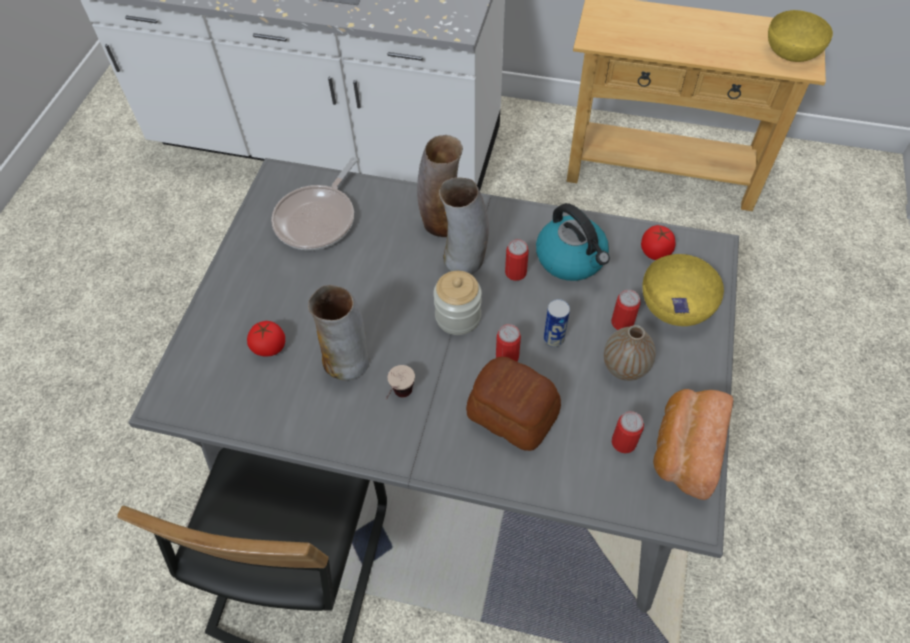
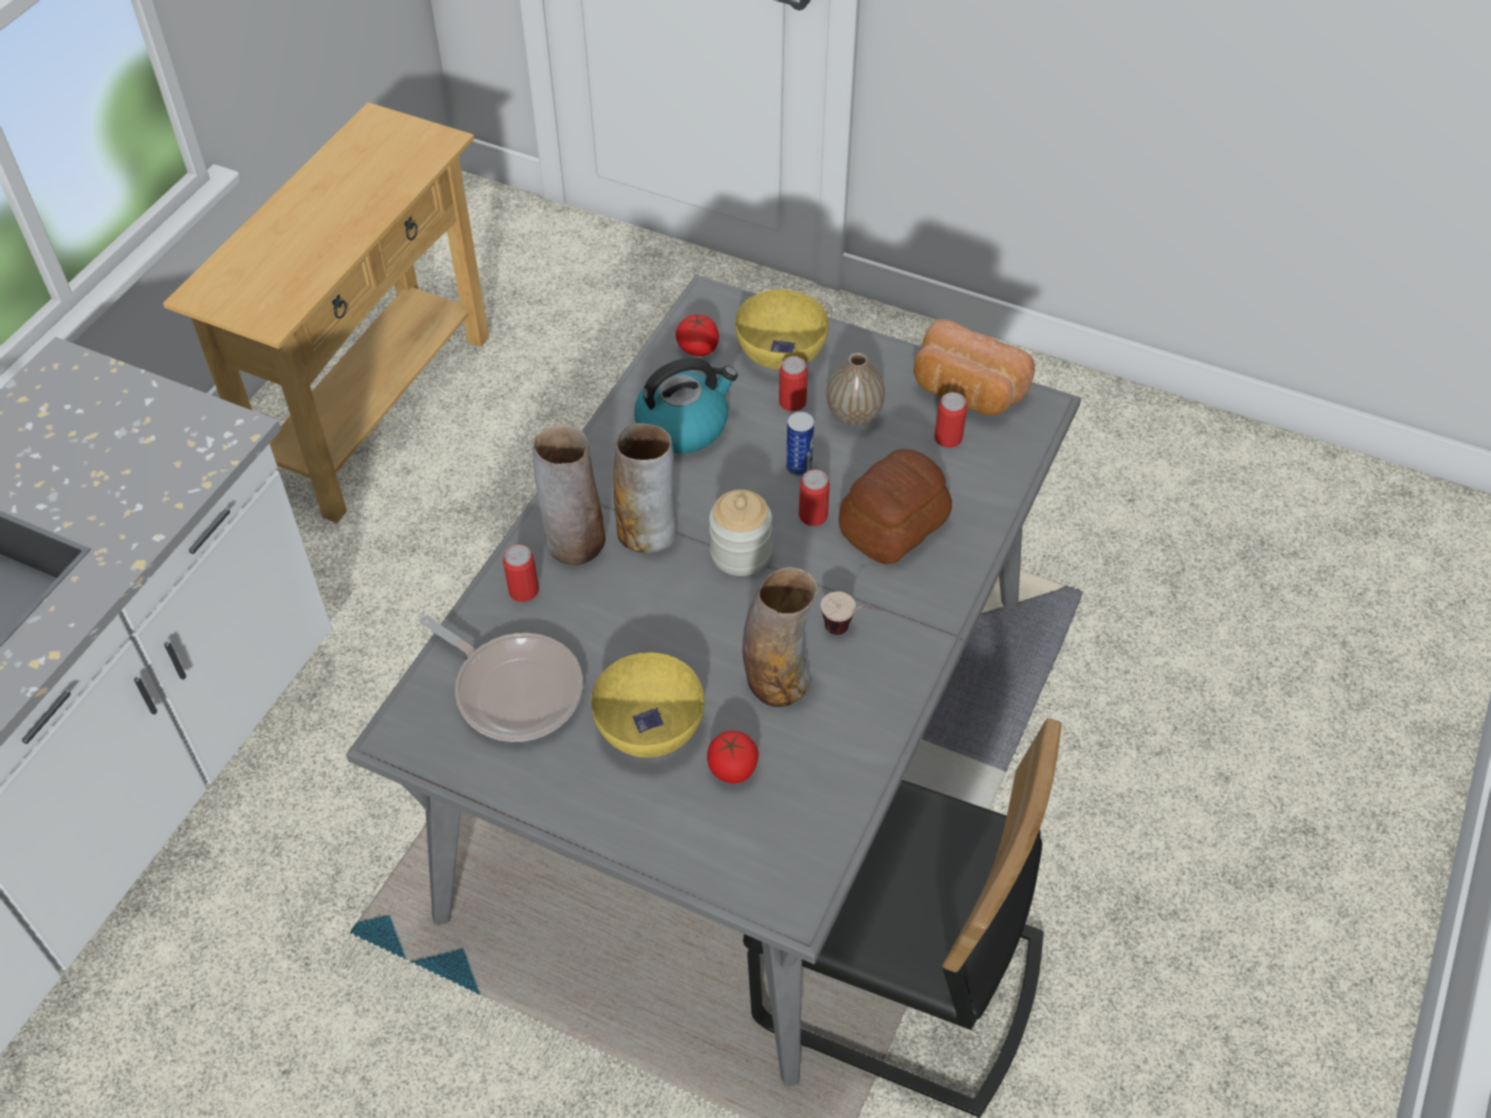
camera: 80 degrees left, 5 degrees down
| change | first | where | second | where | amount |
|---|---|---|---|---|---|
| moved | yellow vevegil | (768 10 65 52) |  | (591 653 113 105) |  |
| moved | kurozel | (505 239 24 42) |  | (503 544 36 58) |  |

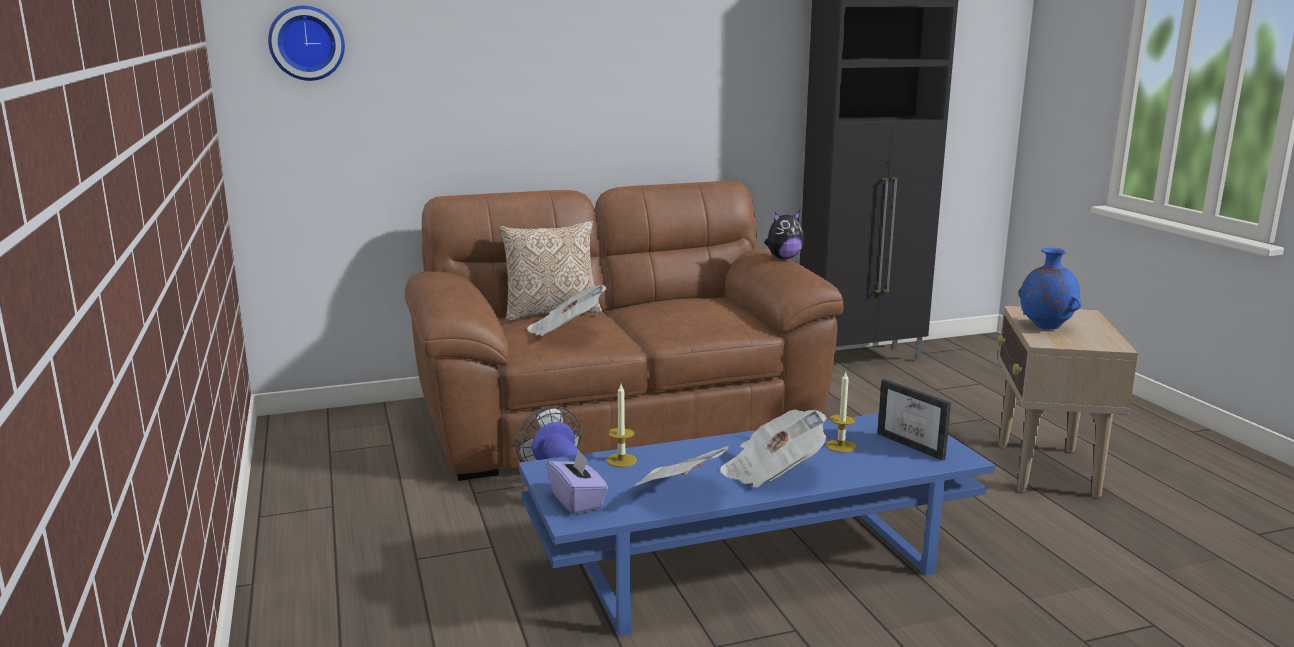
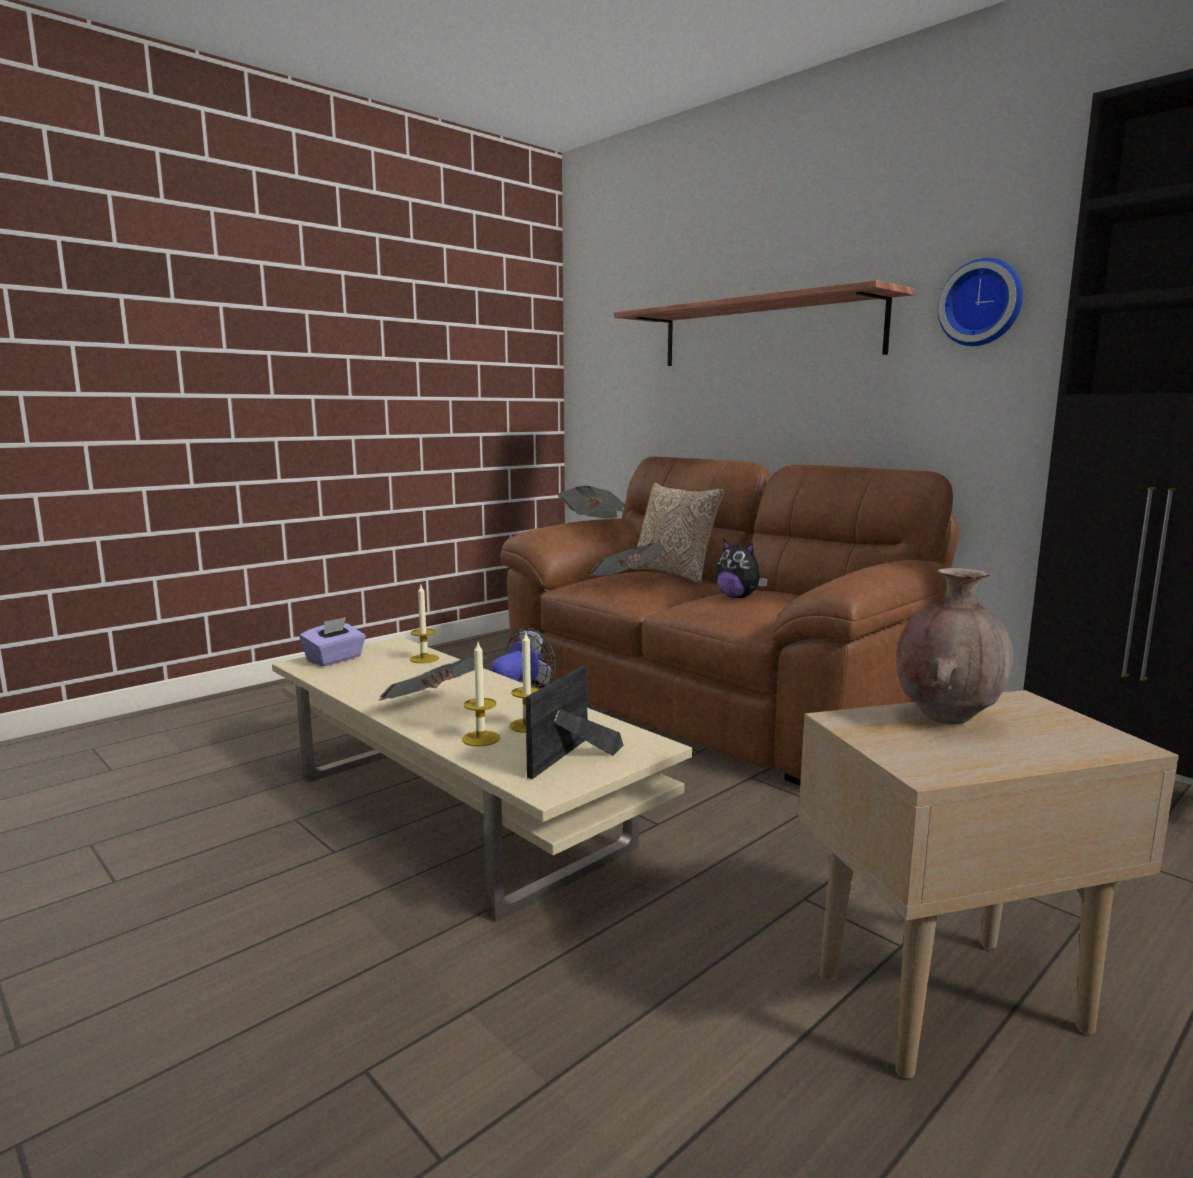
camera: 65 degrees right, 5 degrees down
| change | first | where | second | where | amount |
|---|---|---|---|---|---|
| moved | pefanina | (268 6 77 75) |  | (938 258 85 88) |  |
| moved | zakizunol | (764 211 40 48) |  | (716 539 52 59) |  |
| recoloured | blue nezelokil | (1018 248 64 81) | brown nezelokil | (896 568 117 157) |  |
| recoloured | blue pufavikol | (519 413 476 223) | beige pufavikol | (272 637 420 285) |  |
| moved | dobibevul | (631 444 102 43) |  | (558 486 67 32) |  |
| added |  |  | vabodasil | (614 280 300 86) |  |
| added |  |  | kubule | (462 642 38 105) |  |

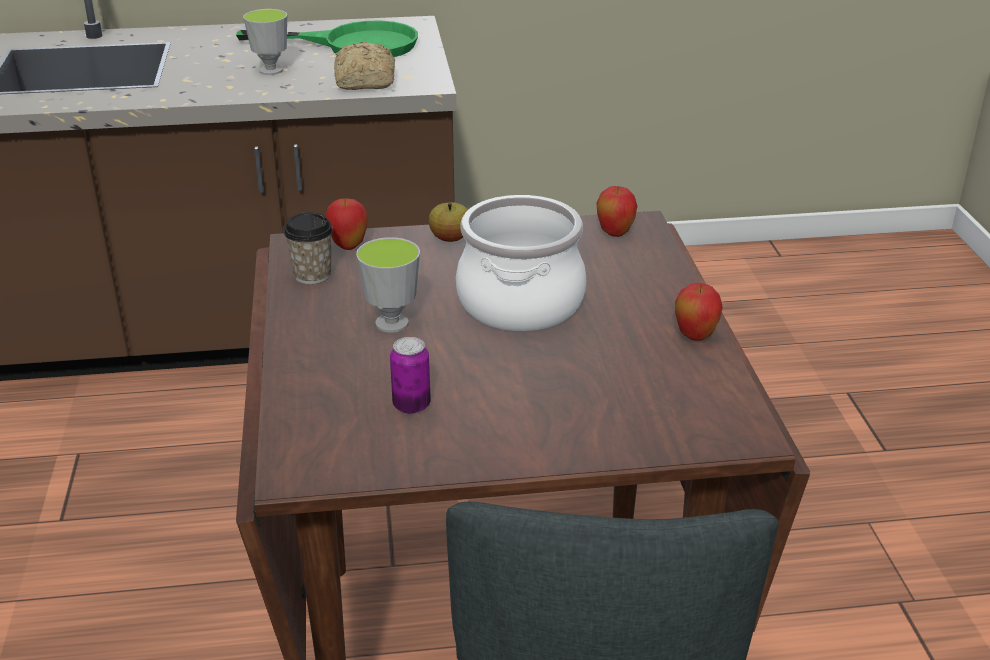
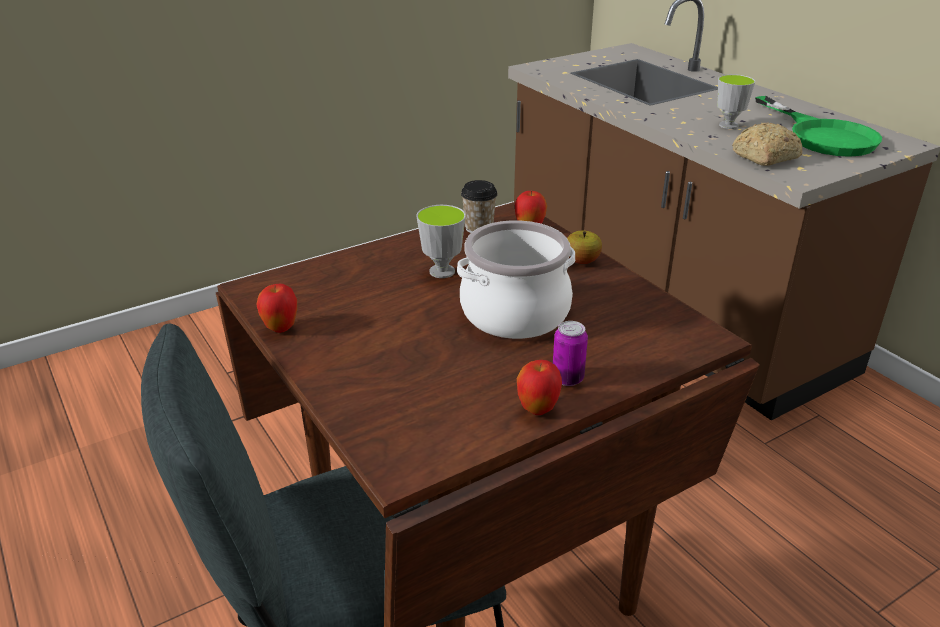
camera: 65 degrees right, 0 degrees up
| change | first | where | second | where | amount |
|---|---|---|---|---|---|
| moved | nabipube | (596 186 41 51) |  | (256 284 41 49) |  |
| moved | kurozel | (390 337 41 77) |  | (553 321 35 65) |  |

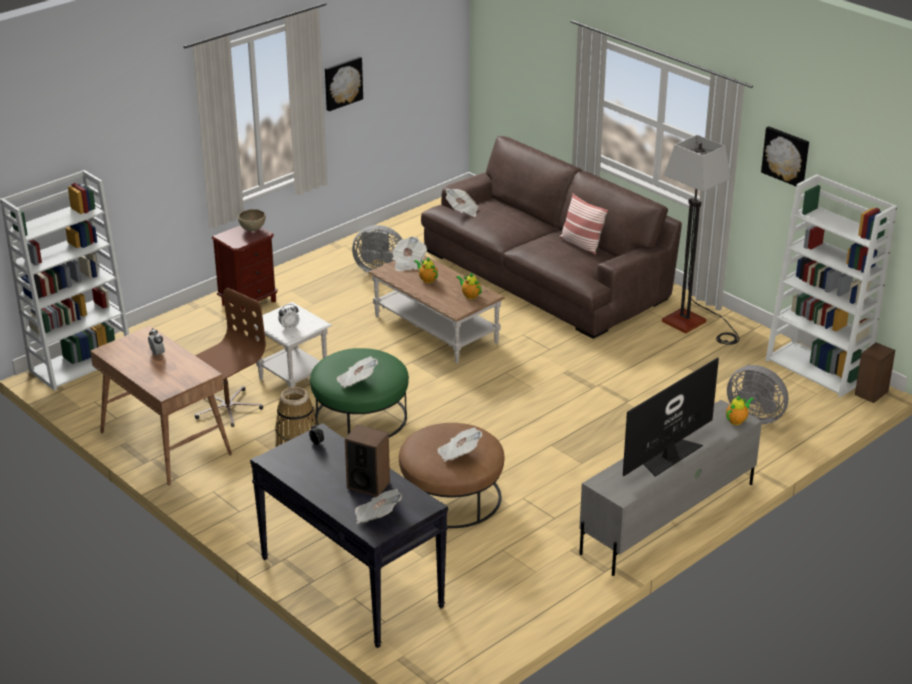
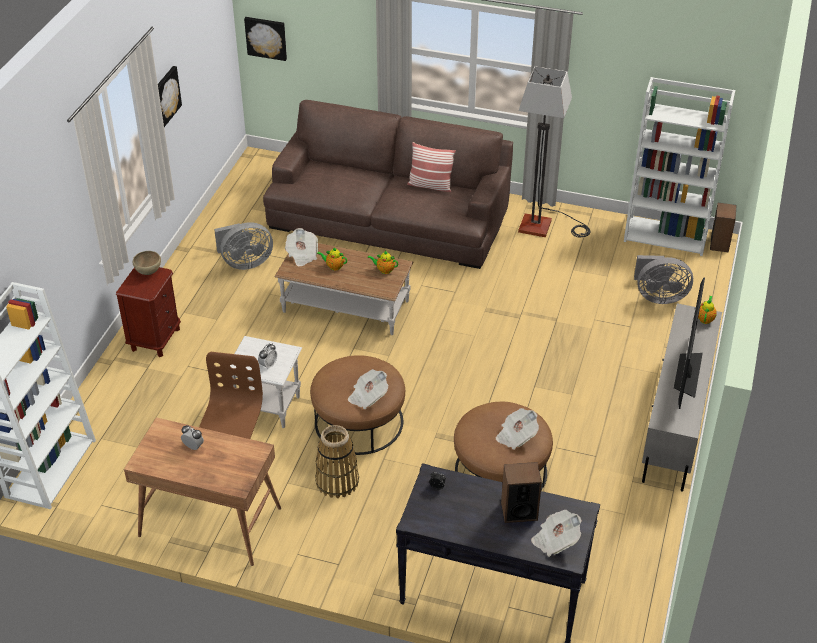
camera: 30 degrees left, 10 degrees up
| change | first | where | second | where | amount |
|---|---|---|---|---|---|
| moved | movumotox | (761 126 48 60) |  | (244 17 43 44) |  |
| removed | dobibevul | (446 189 33 28) |  |  |  |
| recoloured | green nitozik | (310 348 99 90) | brown nitozik | (310 355 95 100) |  |

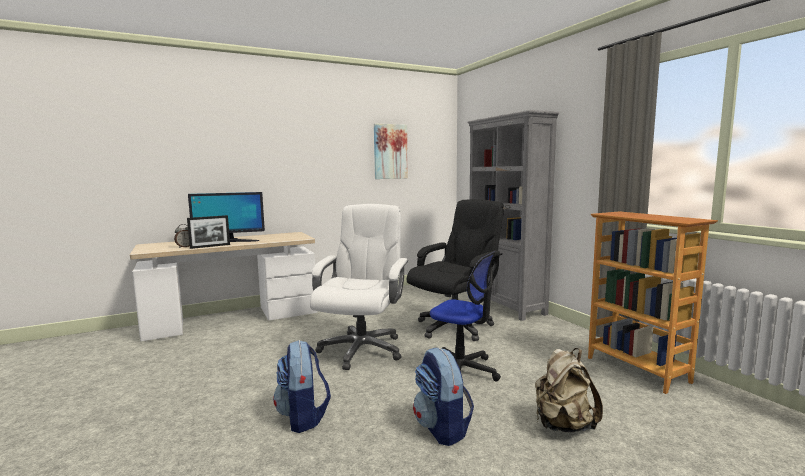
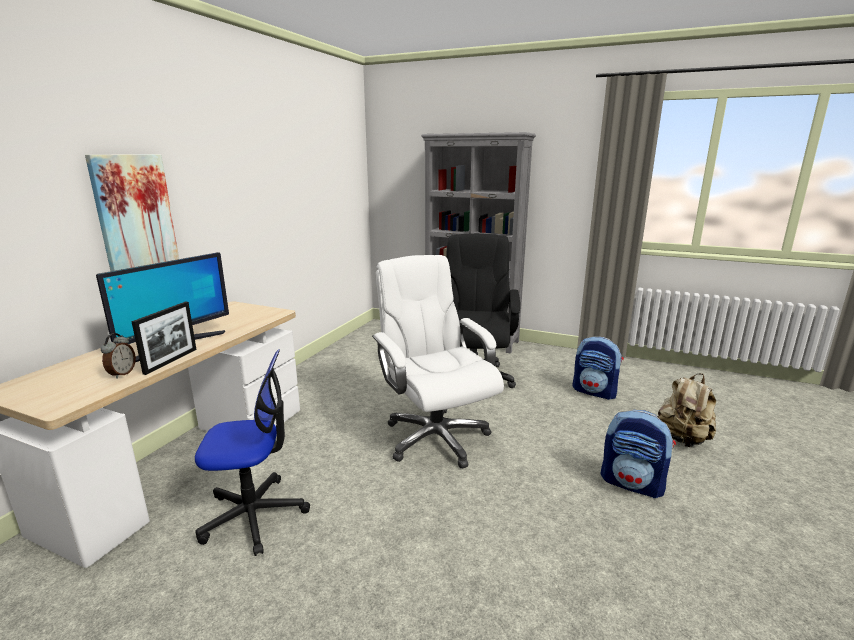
camera: 40 degrees left, 10 degrees up
| change | first | where | second | where | amount |
|---|---|---|---|---|---|
| moved | movumotox | (374 124 34 55) |  | (85 154 94 117) |  |
| removed | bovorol | (588 211 130 183) |  |  |  |
| moved | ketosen | (430 251 71 130) |  | (195 349 115 207) |  |
| moved | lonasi | (273 340 58 93) |  | (572 337 52 63) |  |

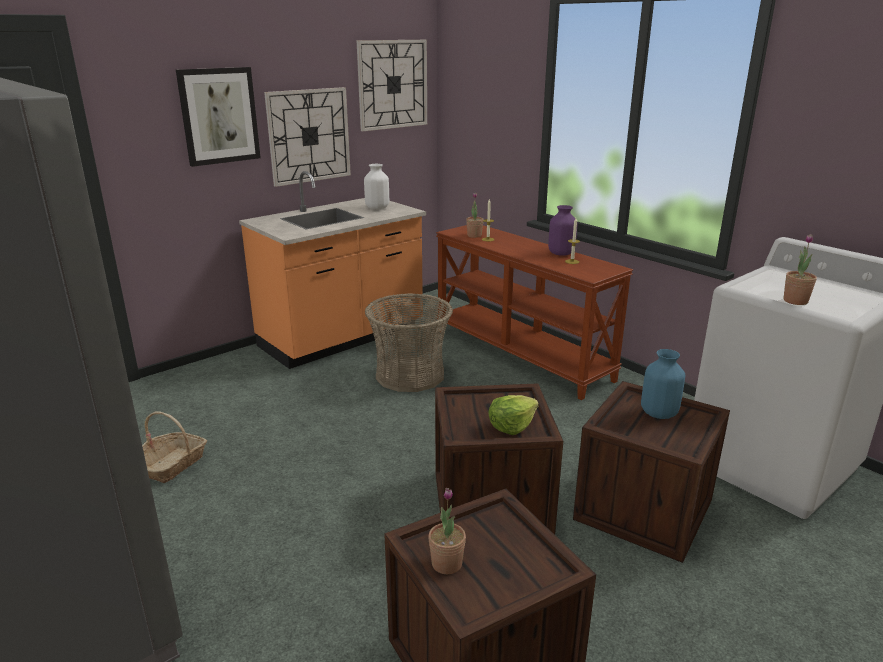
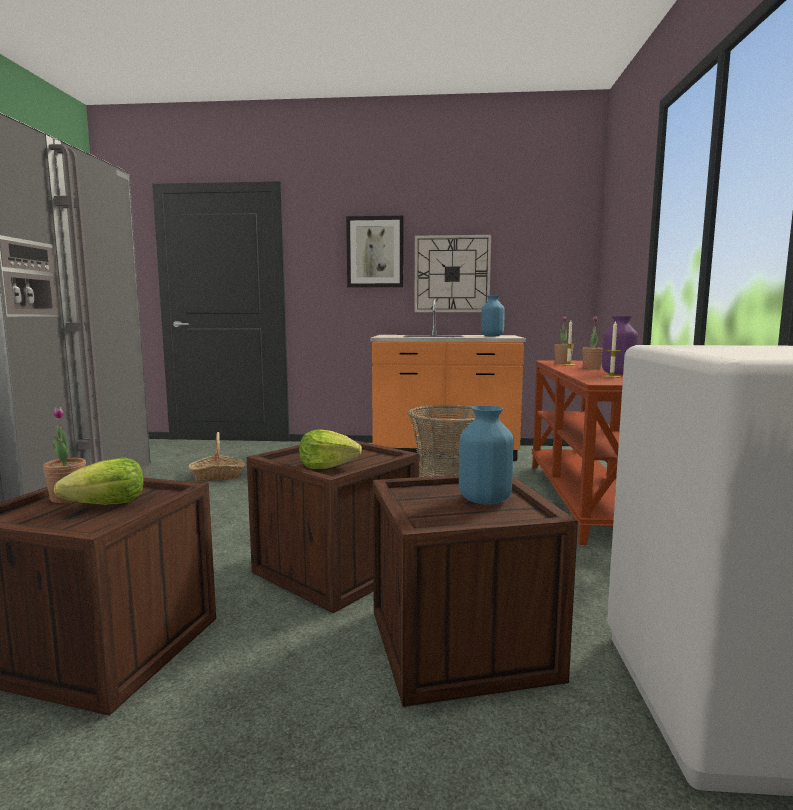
camera: 45 degrees right, 15 degrees down
| change | first | where | second | where | amount |
|---|---|---|---|---|---|
| removed | pefanina | (356 40 71 91) |  |  |  |
| recoloured | white nezelokil | (364 164 25 45) | blue nezelokil | (481 295 24 41) |  |
| moved | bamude | (783 234 34 71) |  | (582 316 20 53) |  |
| added |  |  | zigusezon | (54 458 90 47) |  |

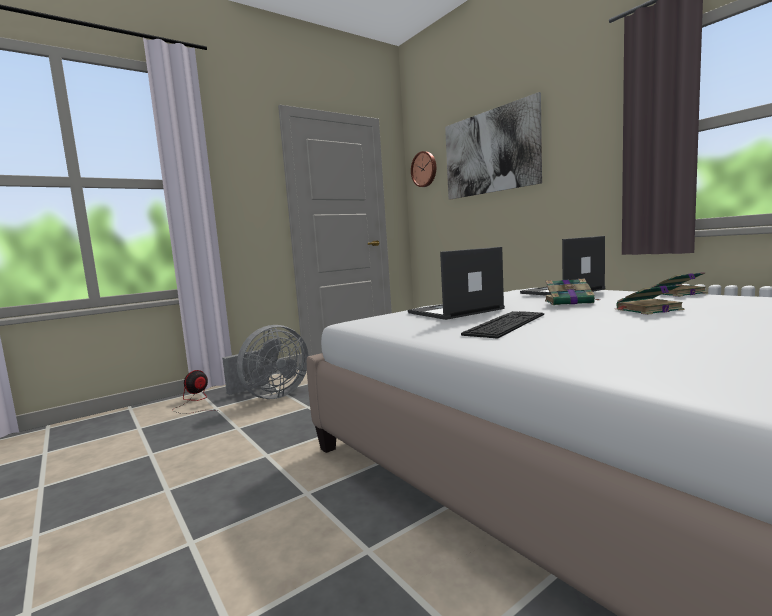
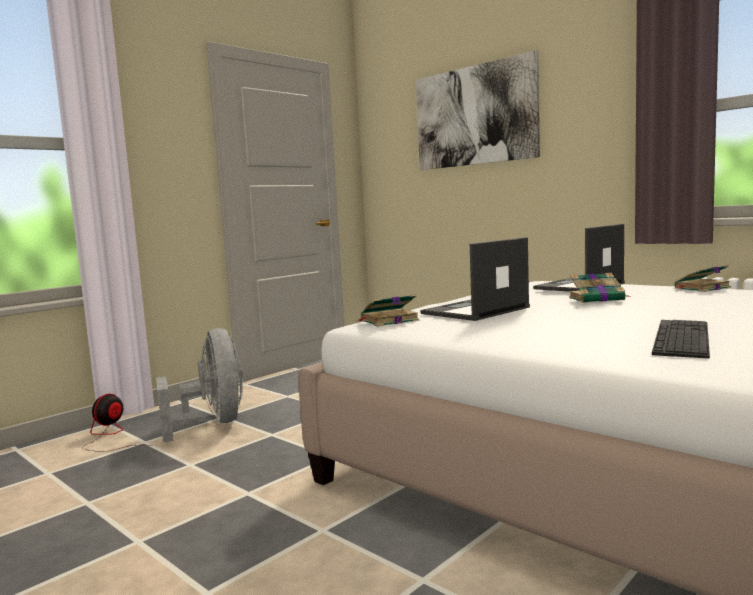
camera: 10 degrees left, 0 degrees up
| change | first | where | second | where | amount |
|---|---|---|---|---|---|
| removed | pefanina | (411 151 25 36) |  |  |  |
| moved | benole | (616 284 68 31) |  | (356 294 63 33) |  |
| moved | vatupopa | (461 311 83 28) |  | (652 320 58 38) |  |
| turned | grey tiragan | (222 325 87 74) |  | (156 328 87 115) | 60 degrees counterclockwise |

